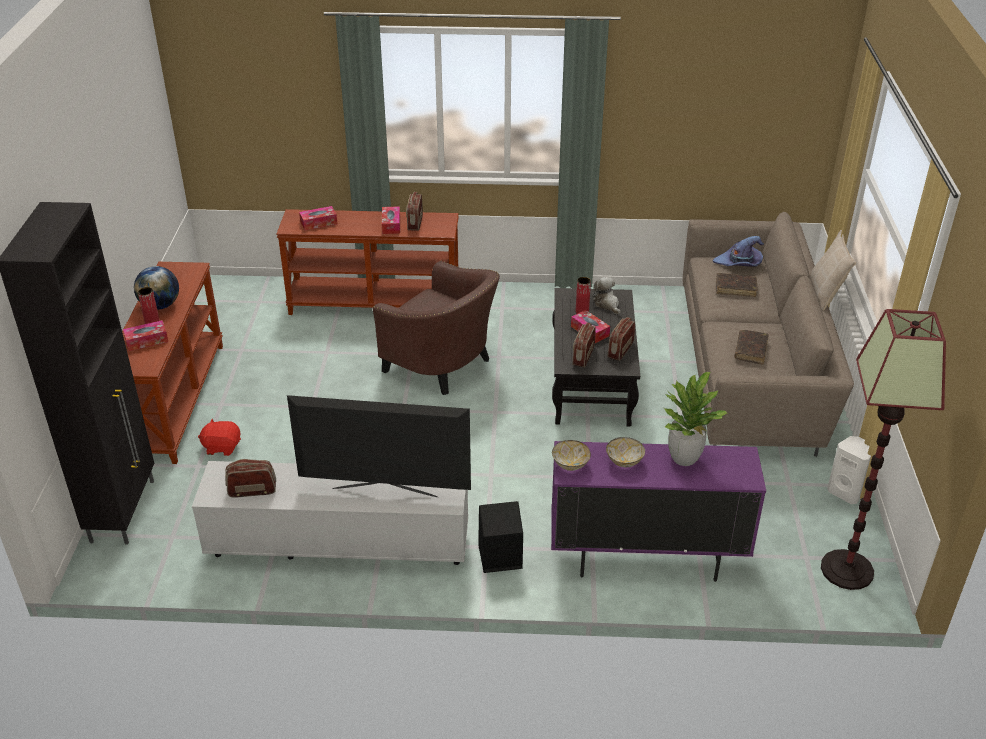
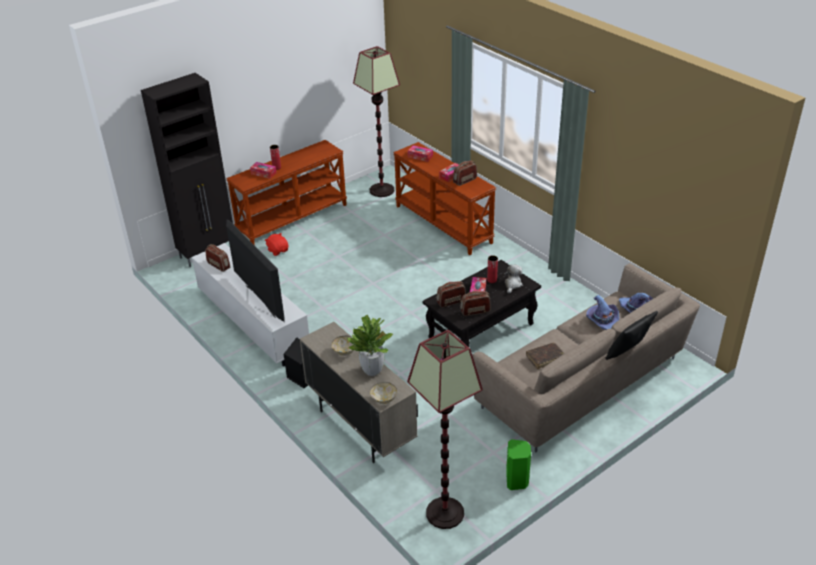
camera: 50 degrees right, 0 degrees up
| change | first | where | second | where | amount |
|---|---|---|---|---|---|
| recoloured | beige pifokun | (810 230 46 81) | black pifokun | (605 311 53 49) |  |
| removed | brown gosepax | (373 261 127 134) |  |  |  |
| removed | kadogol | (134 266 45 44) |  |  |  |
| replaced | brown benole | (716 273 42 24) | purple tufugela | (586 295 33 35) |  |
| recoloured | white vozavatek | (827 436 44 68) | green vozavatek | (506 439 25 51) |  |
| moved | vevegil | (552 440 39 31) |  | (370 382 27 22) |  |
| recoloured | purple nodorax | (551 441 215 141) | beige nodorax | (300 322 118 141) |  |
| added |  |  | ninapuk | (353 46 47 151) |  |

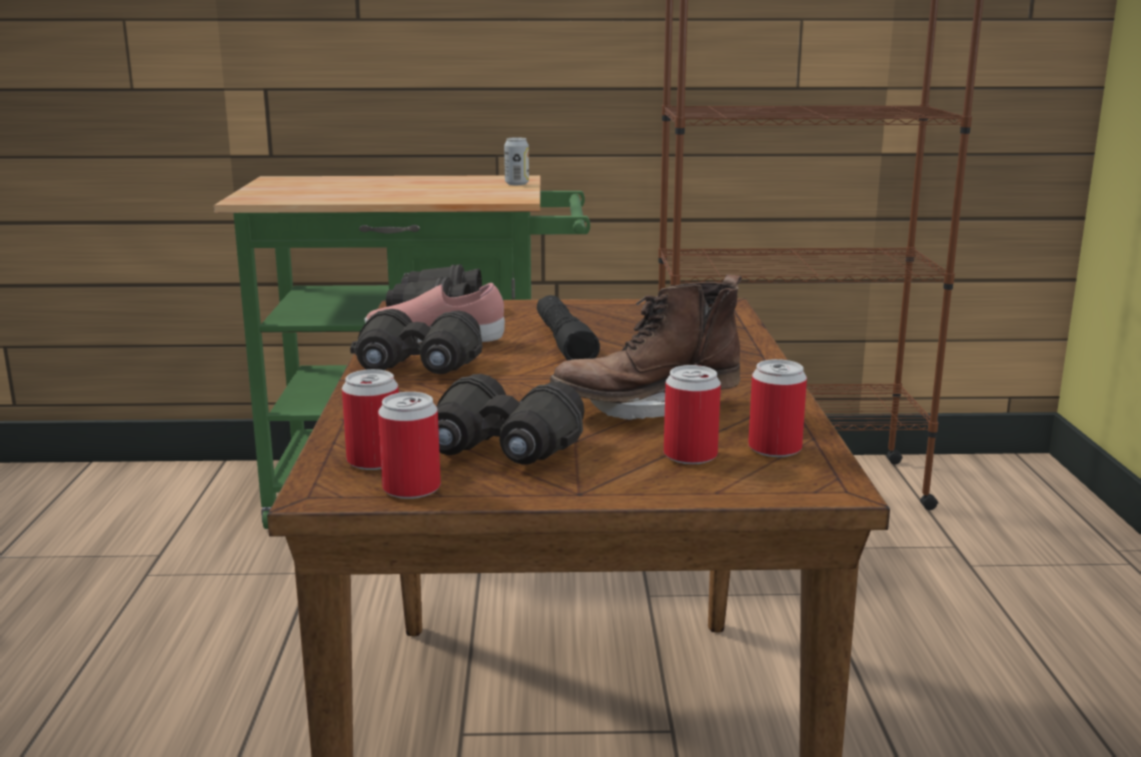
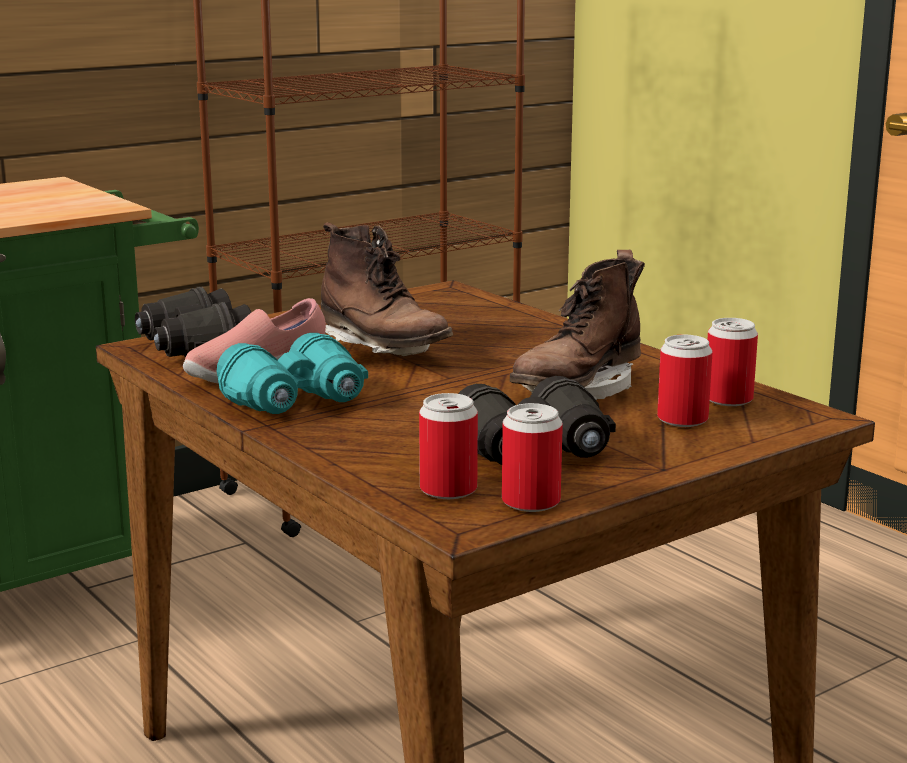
camera: 35 degrees left, 0 degrees up
| change | first | where | second | where | amount |
|---|---|---|---|---|---|
| removed | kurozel | (504 137 25 48) |  |  |  |
| replaced | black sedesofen | (537 295 63 65) | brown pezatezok | (321 222 132 135) |  |
| recoloured | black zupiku | (350 309 133 65) | turquoise zupiku | (217 333 151 81) |  |

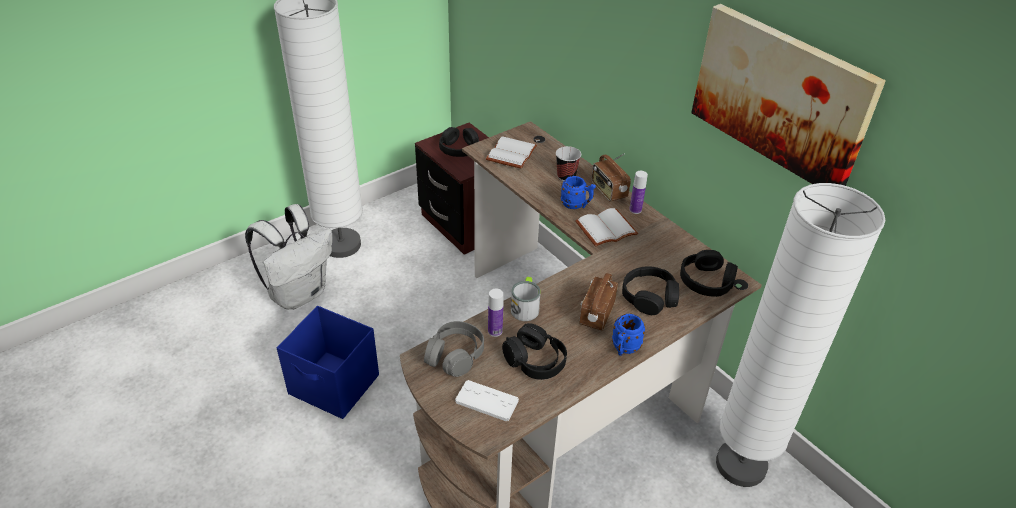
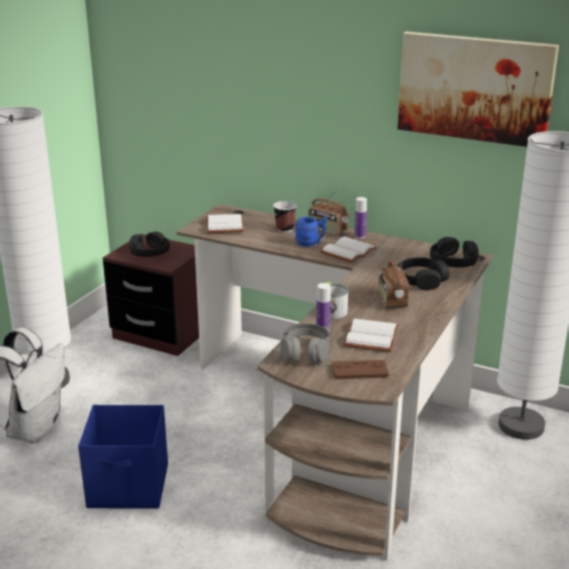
camera: 25 degrees left, 15 degrees down
| change | first | where | second | where | amount |
|---|---|---|---|---|---|
| removed | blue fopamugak | (612 314 33 42) |  |  |  |
| replaced | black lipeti | (502 323 65 57) | white benole | (344 318 55 34) |  |
| recoloured | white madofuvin | (455 380 64 42) | brown madofuvin | (332 360 57 19) |  |

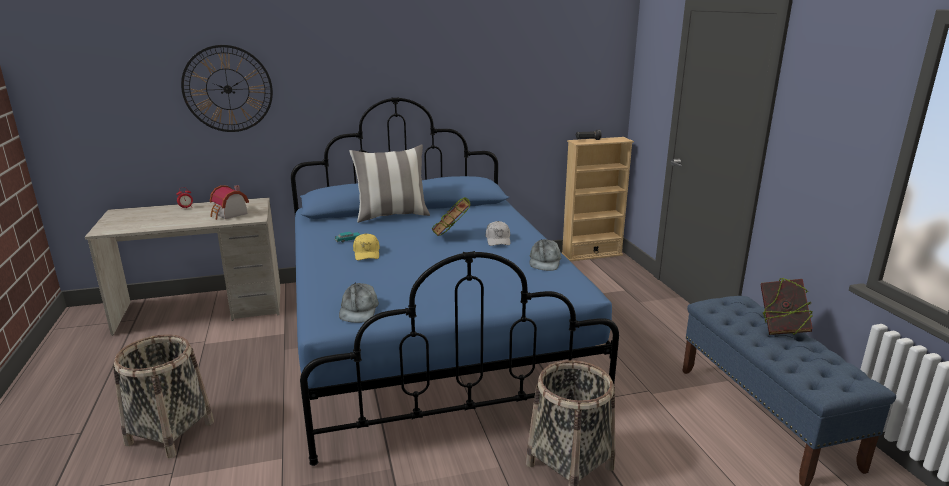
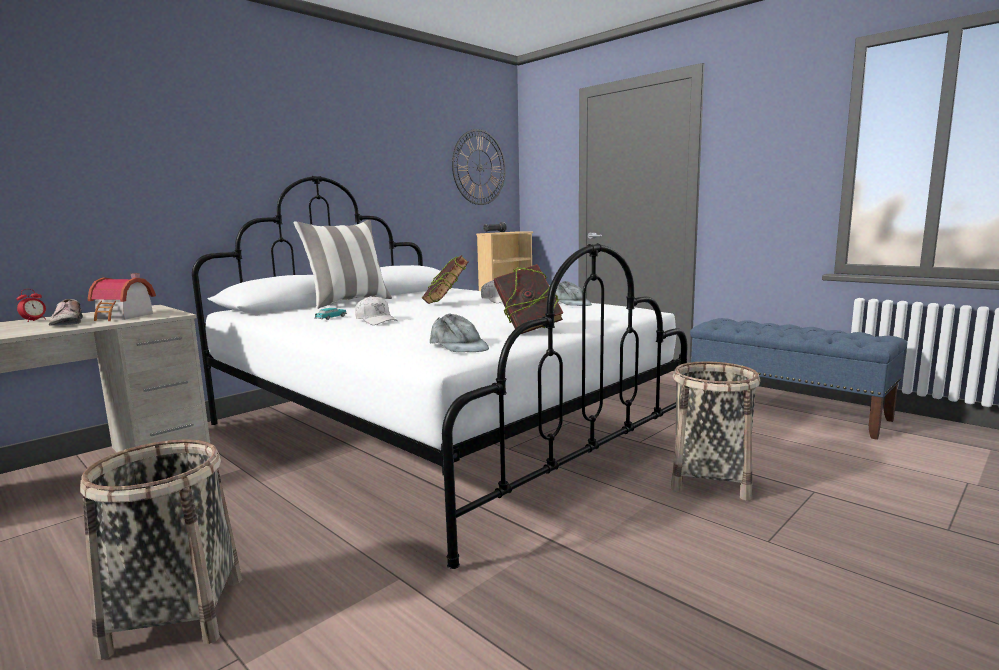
camera: 30 degrees left, 10 degrees down
| change | first | where | second | where | amount |
|---|---|---|---|---|---|
| moved | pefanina | (181 45 92 87) |  | (452 129 54 76) |  |
| recoloured | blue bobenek | (291 97 328 369) | white bobenek | (192 176 495 393) |  |
| recoloured | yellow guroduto | (353 233 27 27) | white guroduto | (355 296 43 29) |  |
| moved | benole | (761 278 52 57) |  | (494 264 69 70) |  |
| added |  |  | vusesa | (49 299 34 27) |  |

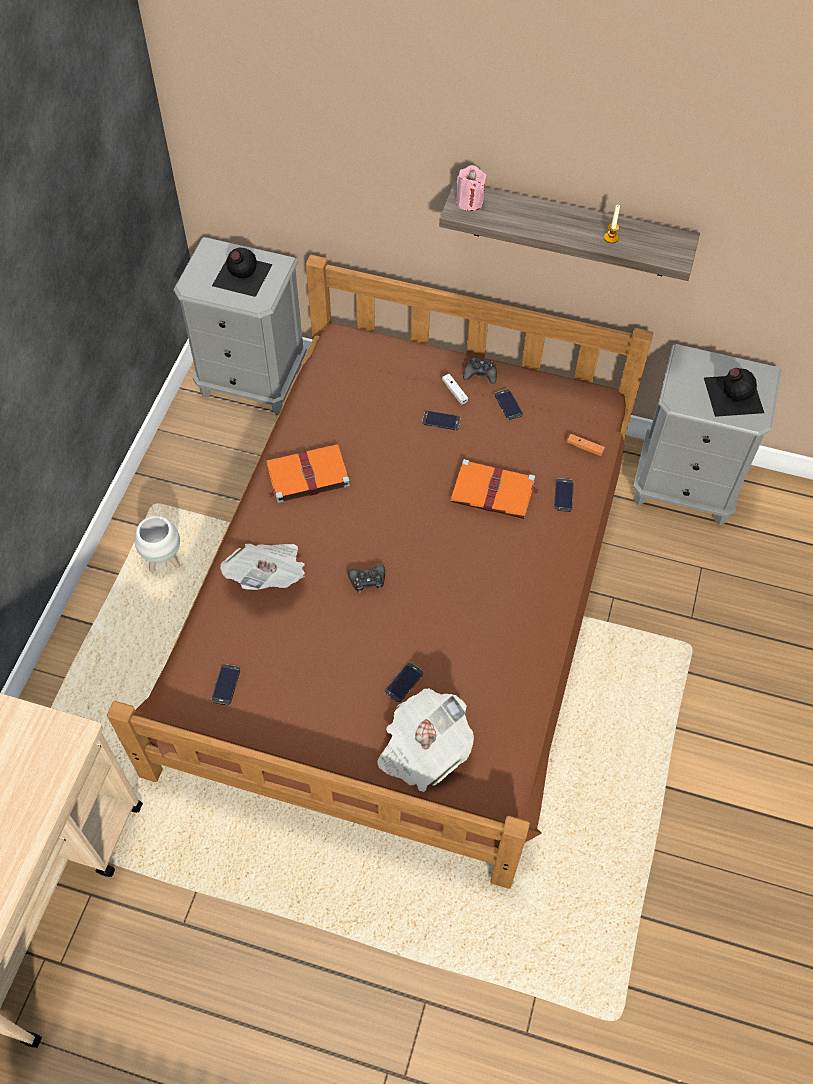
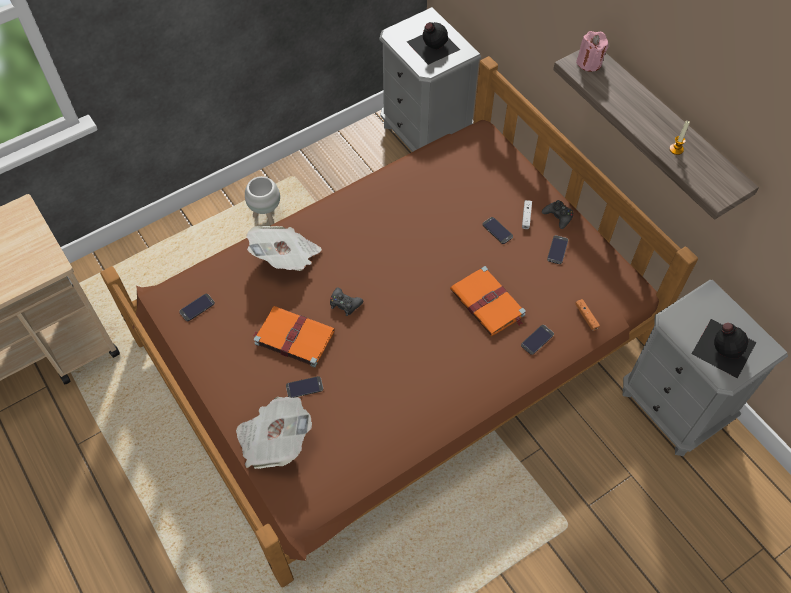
camera: 40 degrees right, 0 degrees up
| change | first | where | second | where | amount |
|---|---|---|---|---|---|
| moved | orange benole | (266 444 84 59) |  | (253 306 82 62) |  |

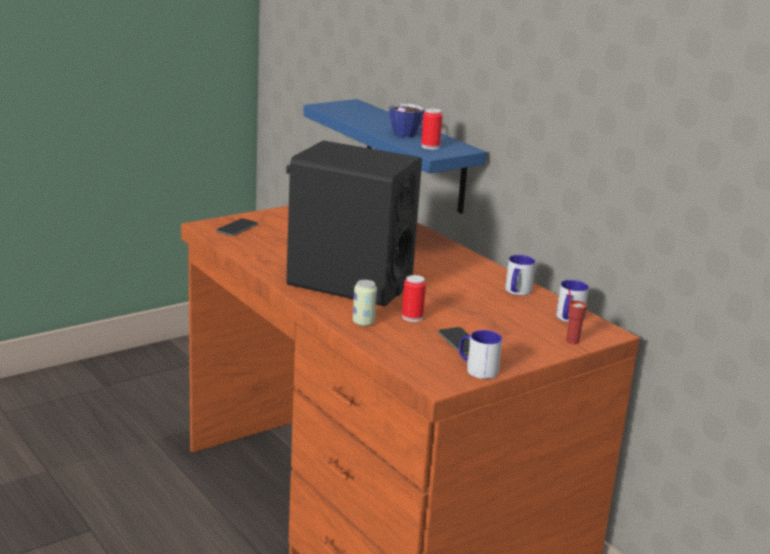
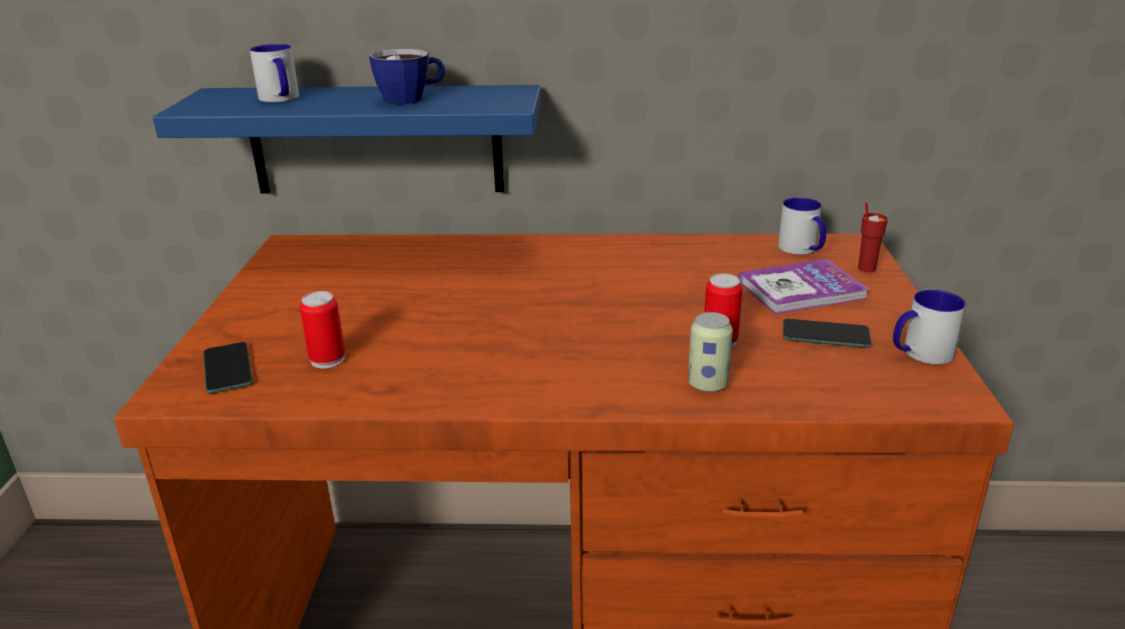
camera: 50 degrees left, 5 degrees up
| change | first | where | second | where | amount |
|---|---|---|---|---|---|
| moved | kurozel | (421 108 22 41) |  | (300 291 45 77) |  |
| removed | black vozavatek | (286 140 136 167) |  |  |  |
| moved | fopamugak | (505 255 31 40) |  | (250 44 49 58) |  |
| added |  |  | benole | (738 259 131 56) |  |

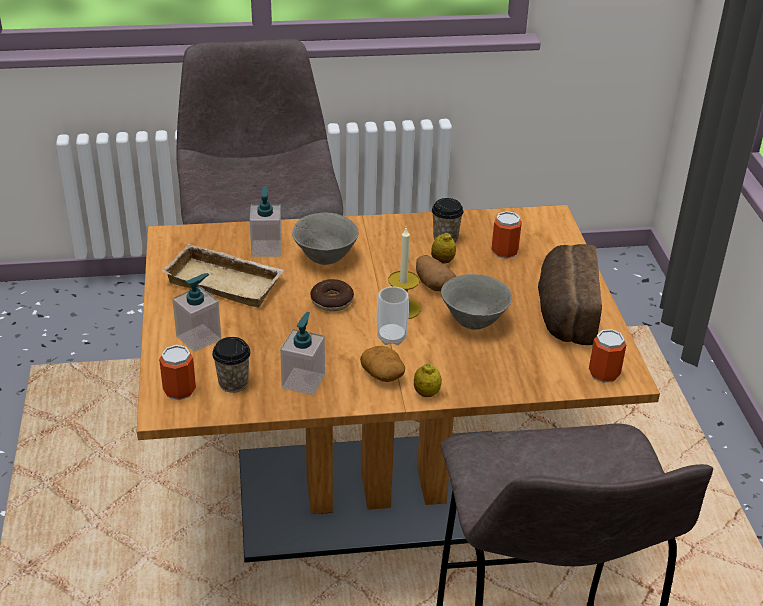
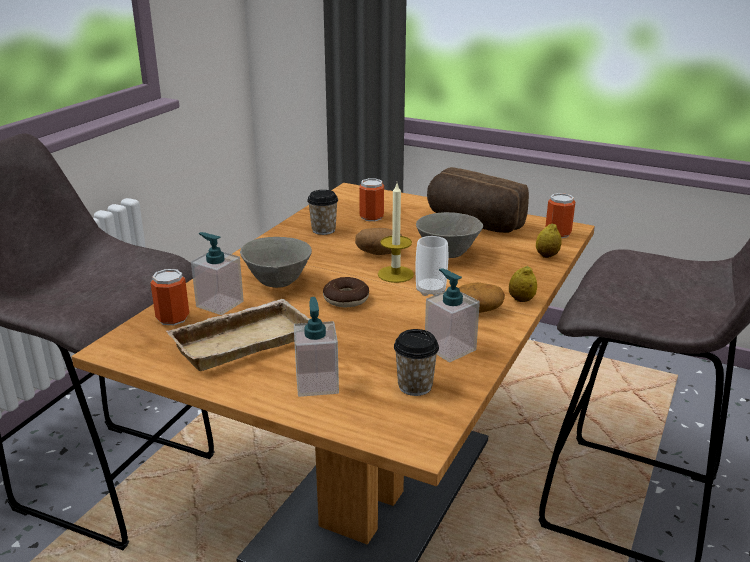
camera: 55 degrees left, 10 degrees down
| change | first | where | second | where | amount |
|---|---|---|---|---|---|
| moved | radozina | (431 233 25 31) |  | (536 223 26 35) |  |
| moved | kurozel | (159 345 37 55) |  | (150 269 39 56) |  |

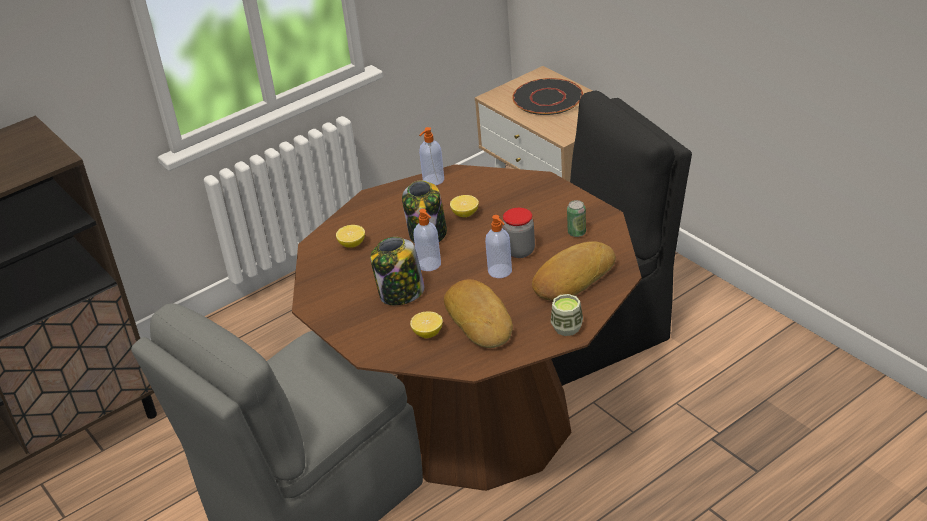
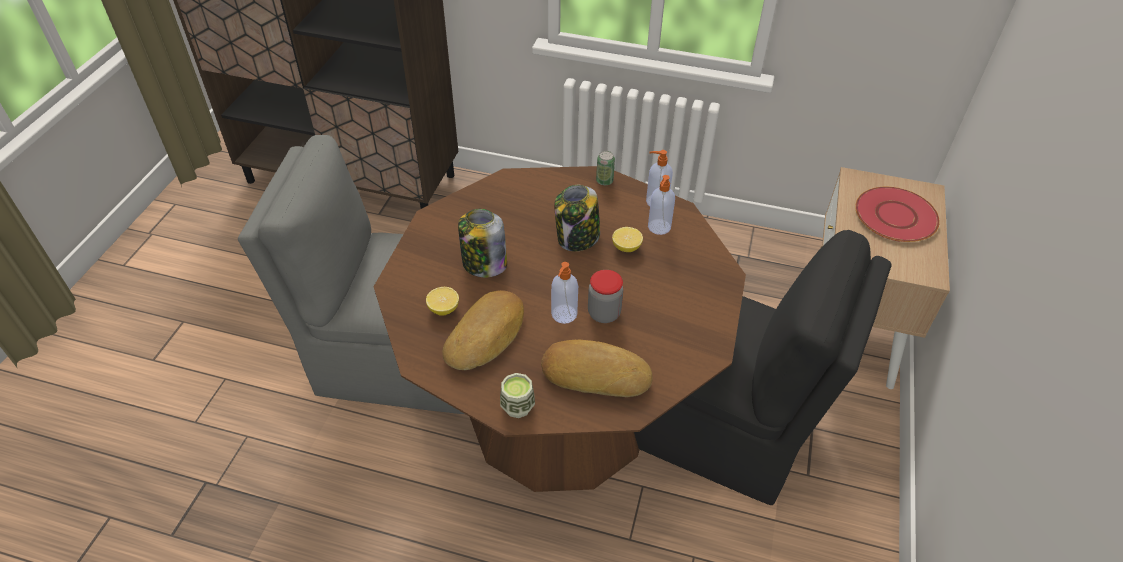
camera: 50 degrees right, 10 degrees up
| change | first | where | second | where | amount |
|---|---|---|---|---|---|
| recoloured | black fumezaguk | (512 78 71 37) | red fumezaguk | (855 187 85 55) |  |
| moved | kurozel | (567 200 19 37) |  | (596 151 19 34) |  |
| moved | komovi | (414 209 27 62) |  | (648 175 27 60) |  |
| removed | radozina | (336 225 29 23) |  |  |  |

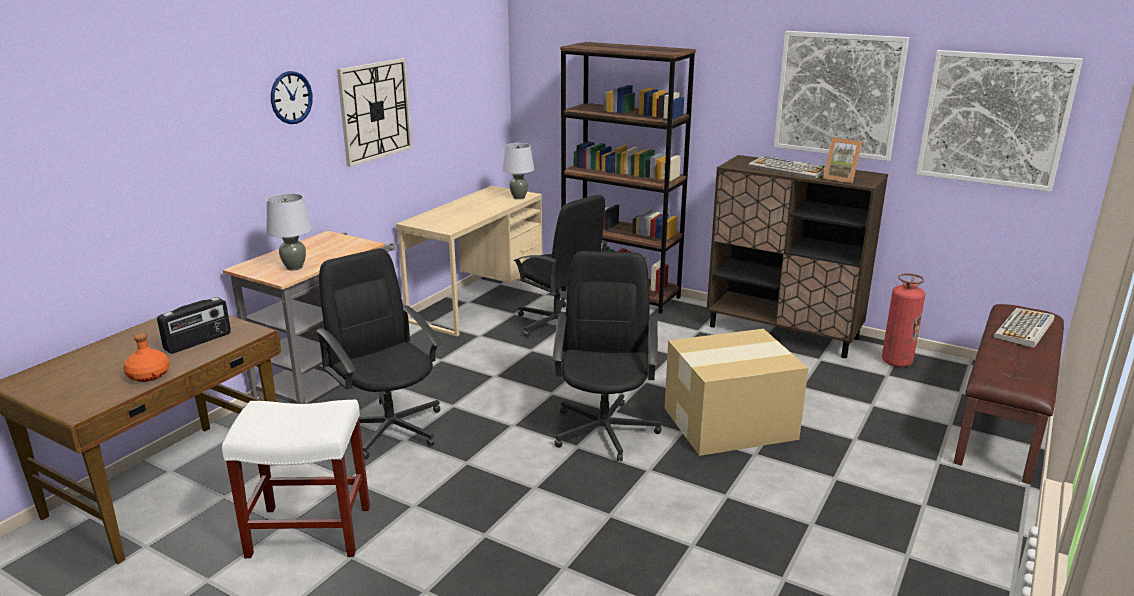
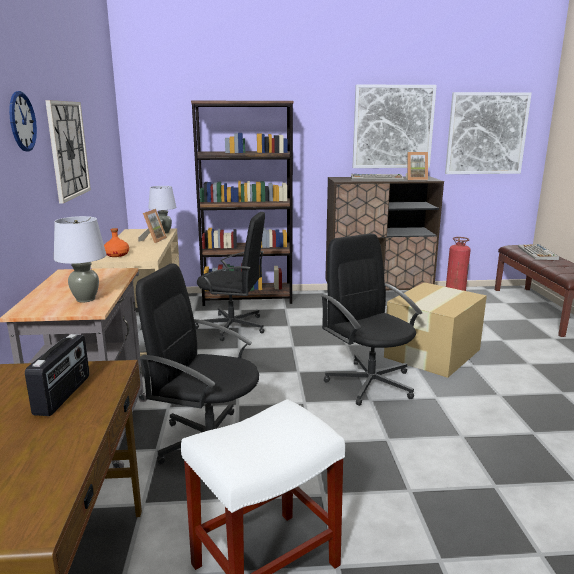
camera: 35 degrees left, 5 degrees down
| change | first | where | second | where | amount |
|---|---|---|---|---|---|
| moved | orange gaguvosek | (123 333 47 49) |  | (104 228 25 29) |  |
| added |  |  | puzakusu | (138 209 29 34) |  |

